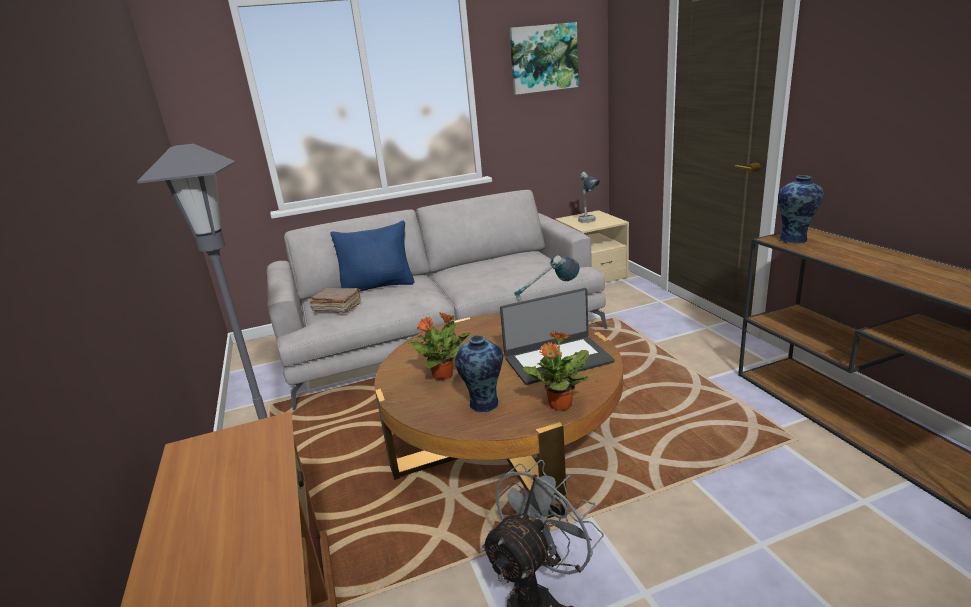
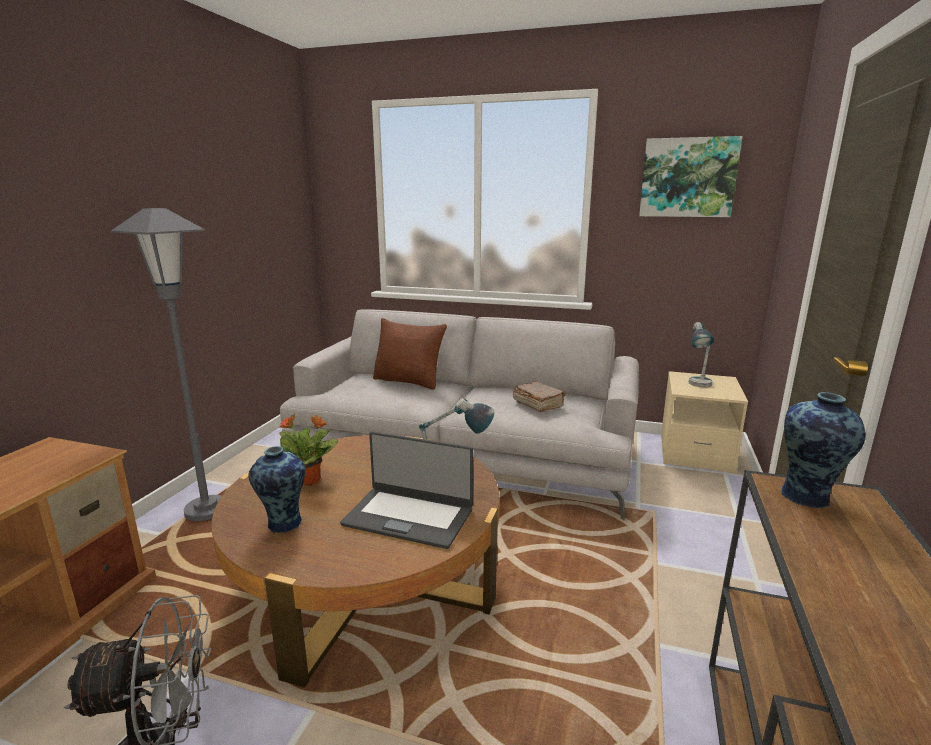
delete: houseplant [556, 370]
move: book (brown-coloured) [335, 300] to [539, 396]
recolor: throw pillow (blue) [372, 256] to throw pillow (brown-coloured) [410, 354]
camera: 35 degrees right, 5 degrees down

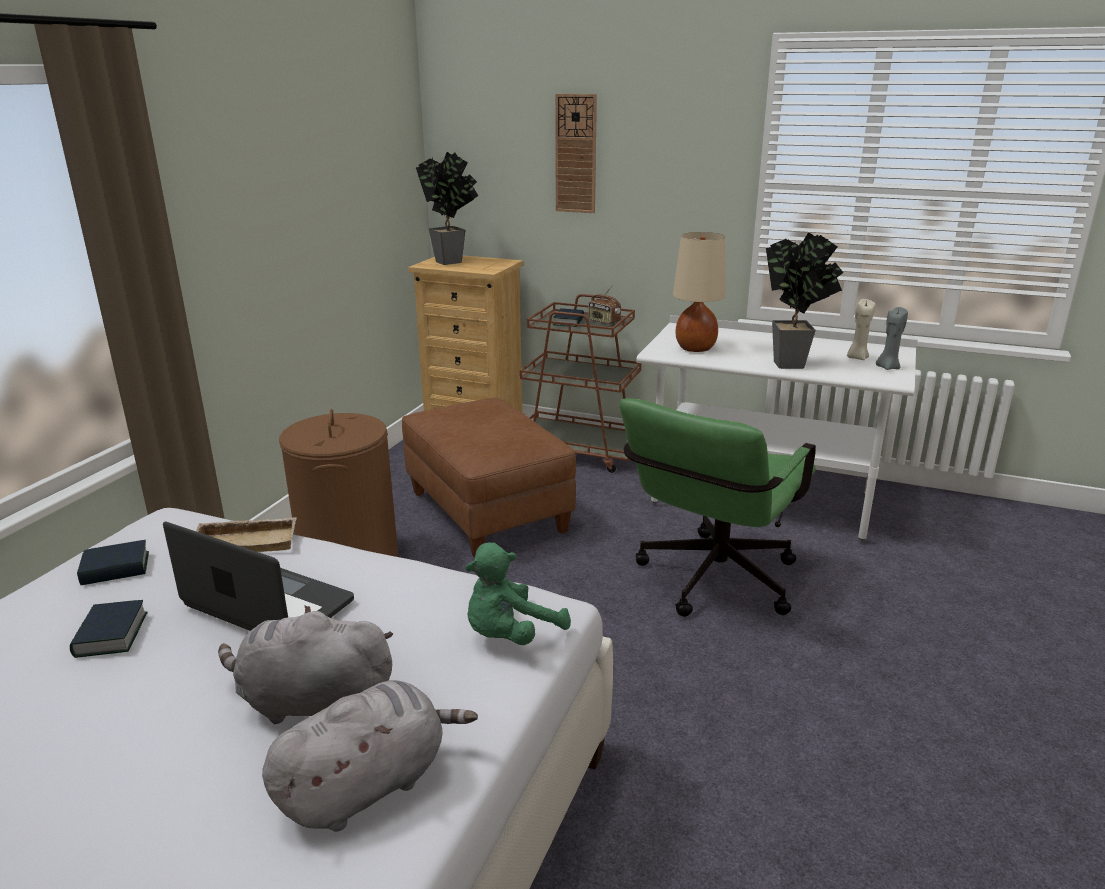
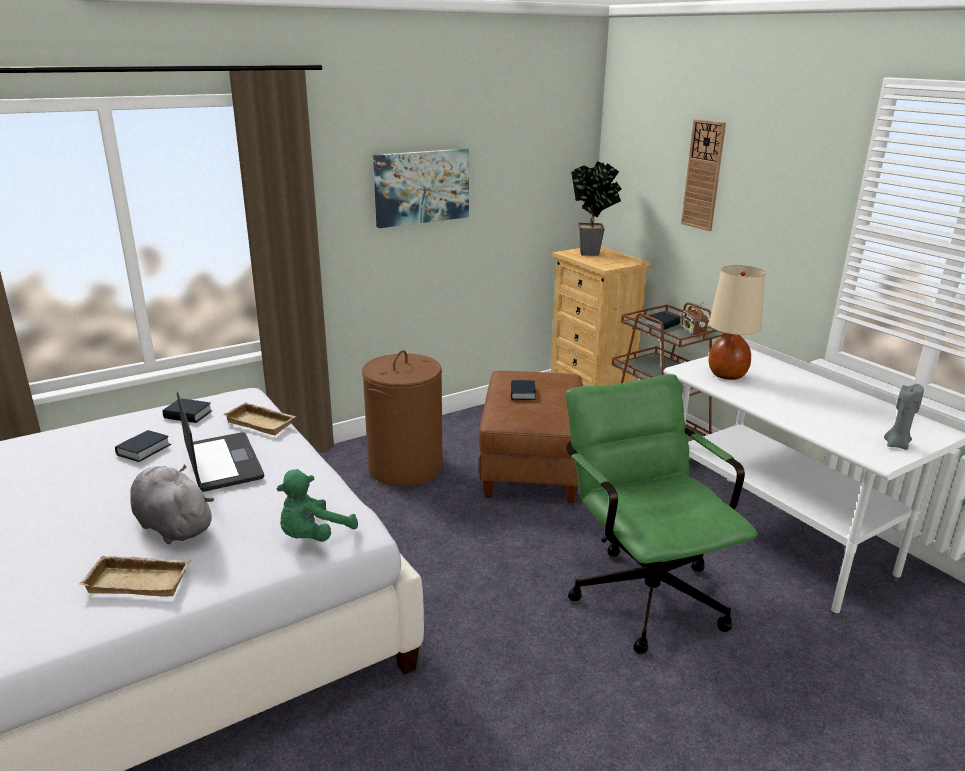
delete: houseplant [804, 300]; candle (beige) [861, 329]
insert: wall picture [421, 188]; book [523, 390]
replace: plush toy (greyish) [370, 755] to tray (beige) [135, 576]
rotate: desk chair (green) [717, 507] = [662, 514] 90 degrees clockwise; plush toy (green) [518, 594] = [317, 505] 45 degrees counterclockwise
camera: 35 degrees right, 0 degrees up

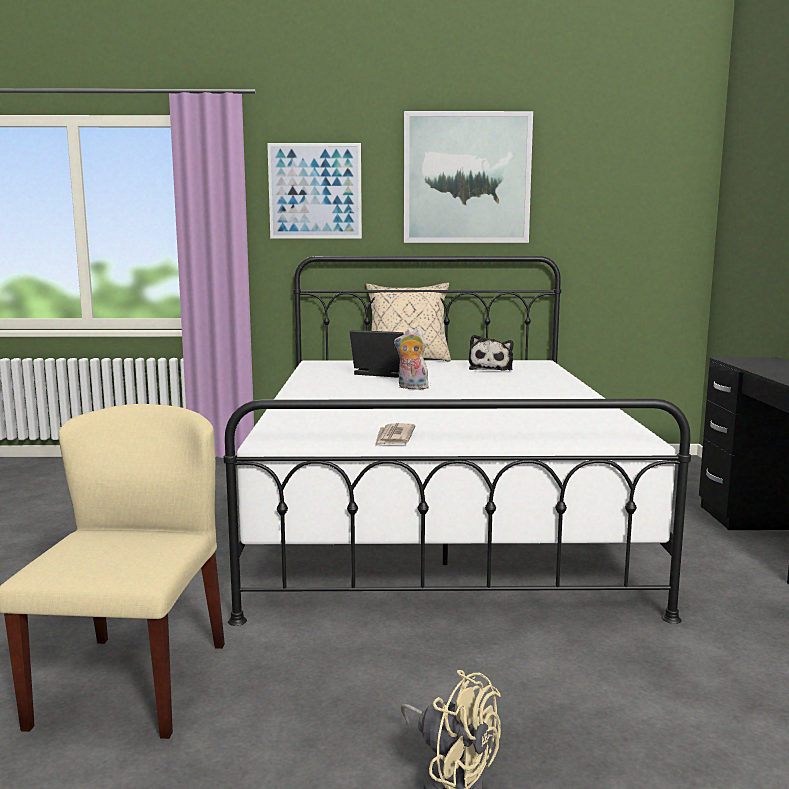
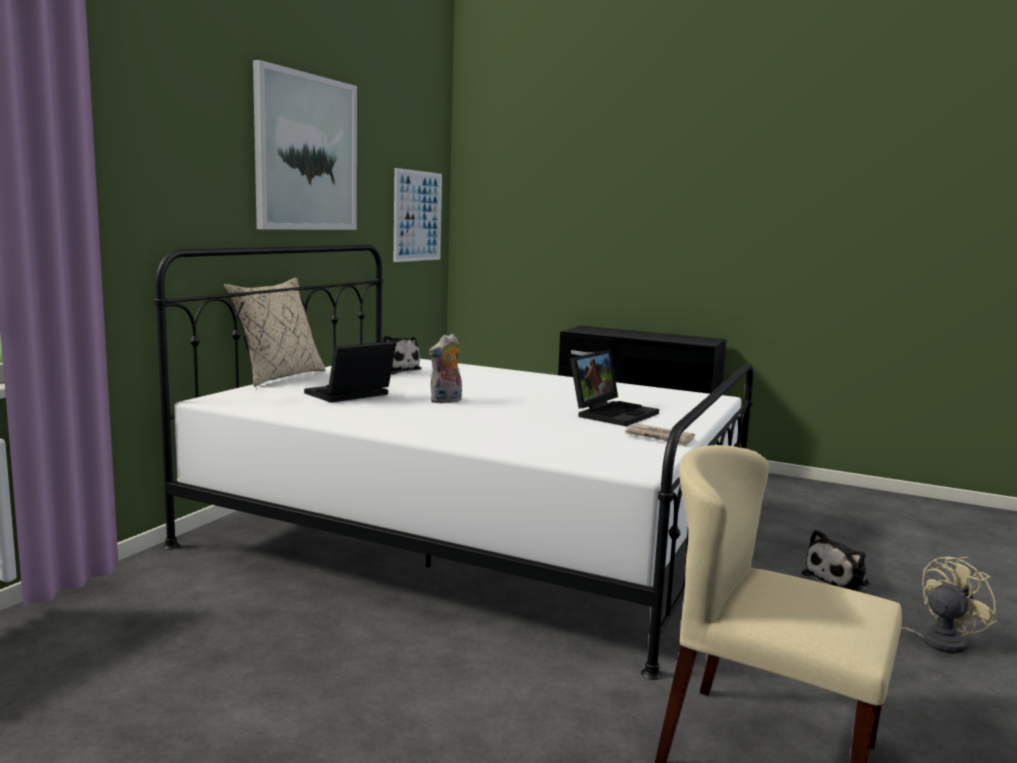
insert: portable computer [614, 388]; plush toy [836, 561]
move: wall picture [314, 190] to [418, 215]
camera: 65 degrees left, 0 degrees up

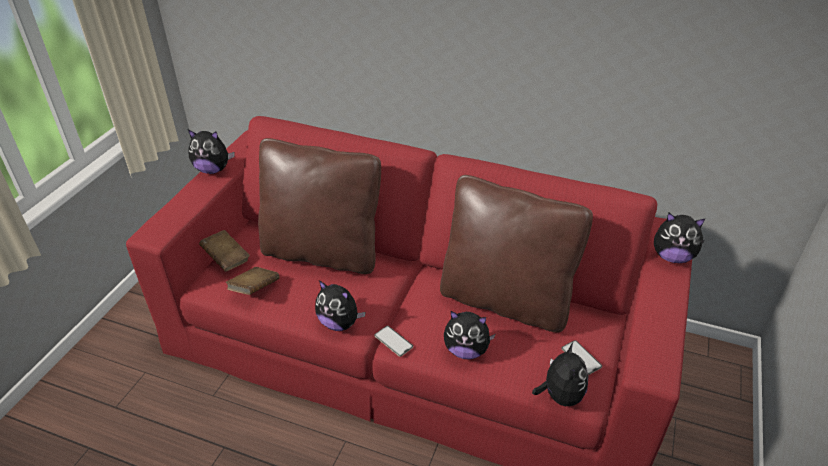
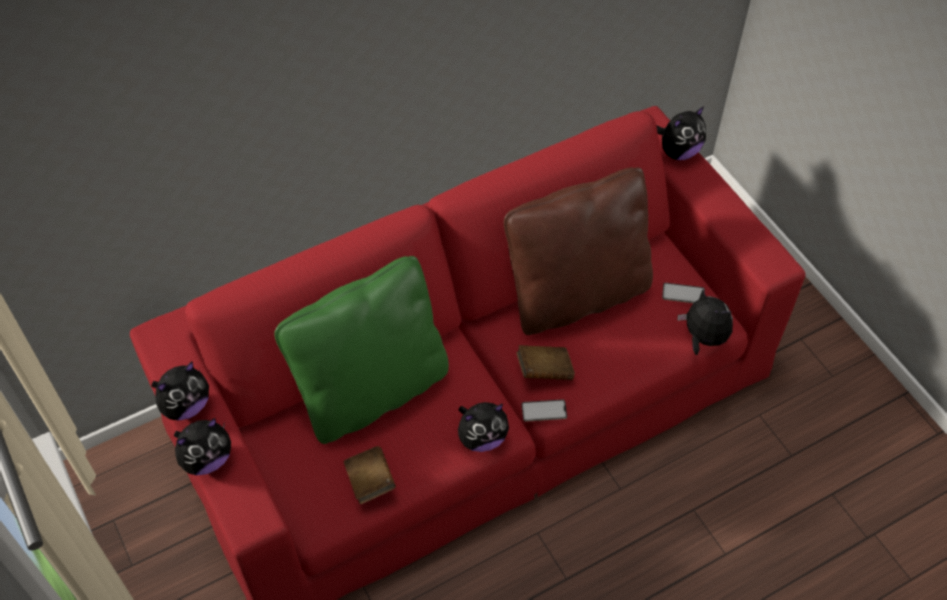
move: book (brown-coloured) [224, 251] to [545, 362]; plush toy [470, 335] to [202, 446]
recolor: throw pillow (brown-coloured) [319, 206] to throw pillow (green) [361, 350]
camera: 50 degrees left, 15 degrees up

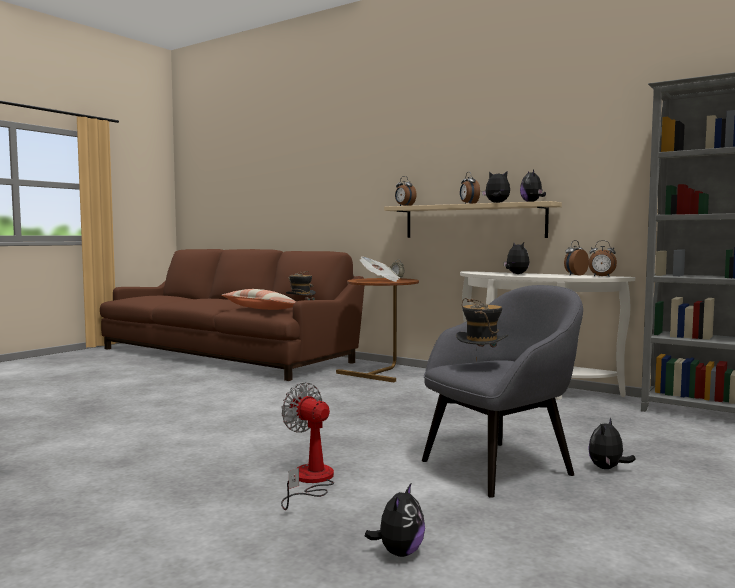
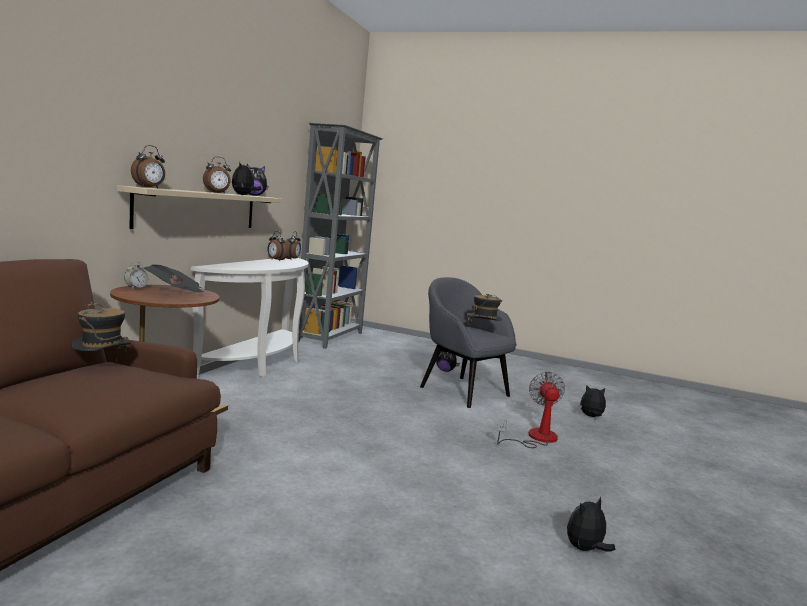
delete: throw pillow [259, 299]
move: plush toy [516, 258] to [591, 524]
rotate: electric fan [307, 446] = [531, 409] 150 degrees clockwise
camera: 105 degrees left, 5 degrees up

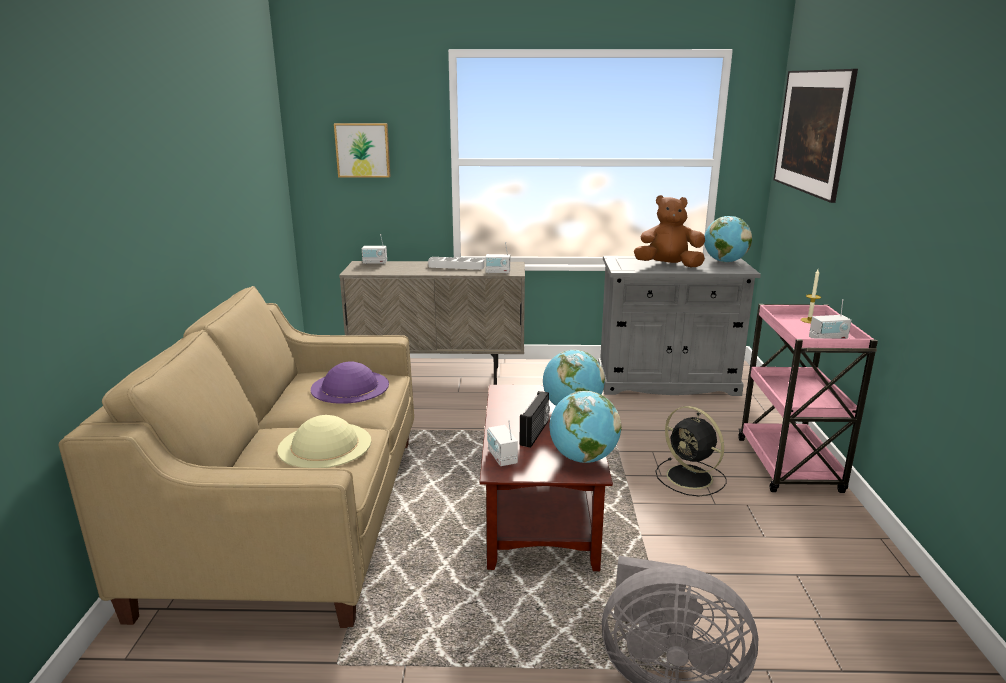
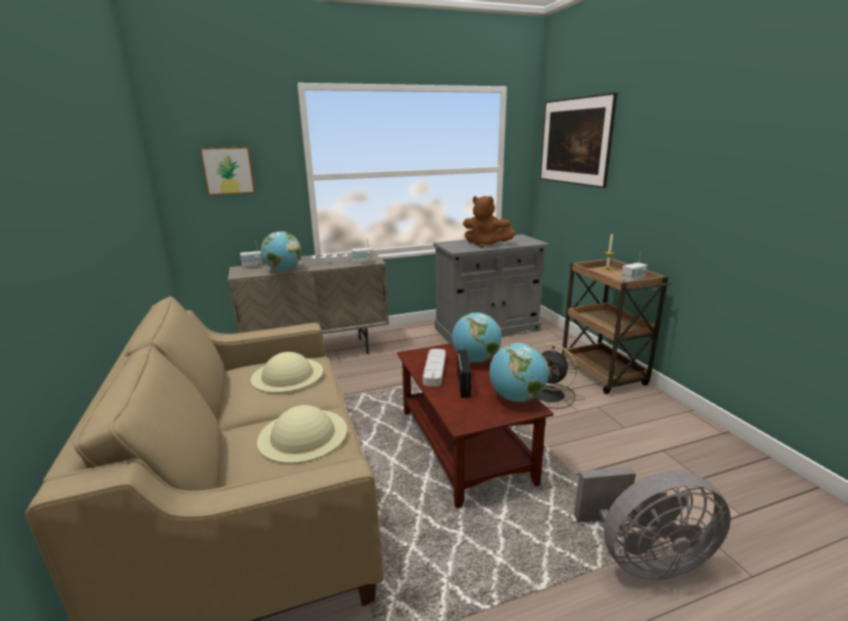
delete: radio [502, 443]
insert: tray (greyish) [434, 368]
move: globe [728, 239] to [281, 251]
recolor: trolley (pink) [808, 398] to trolley (brown-coloured) [617, 326]; clothing hat (purple-coloured) [350, 382] to clothing hat (beige) [287, 372]
rotate: plush toy (brown-coloured) [669, 231] = [489, 222] 135 degrees counterclockwise
camera: 20 degrees left, 0 degrees up

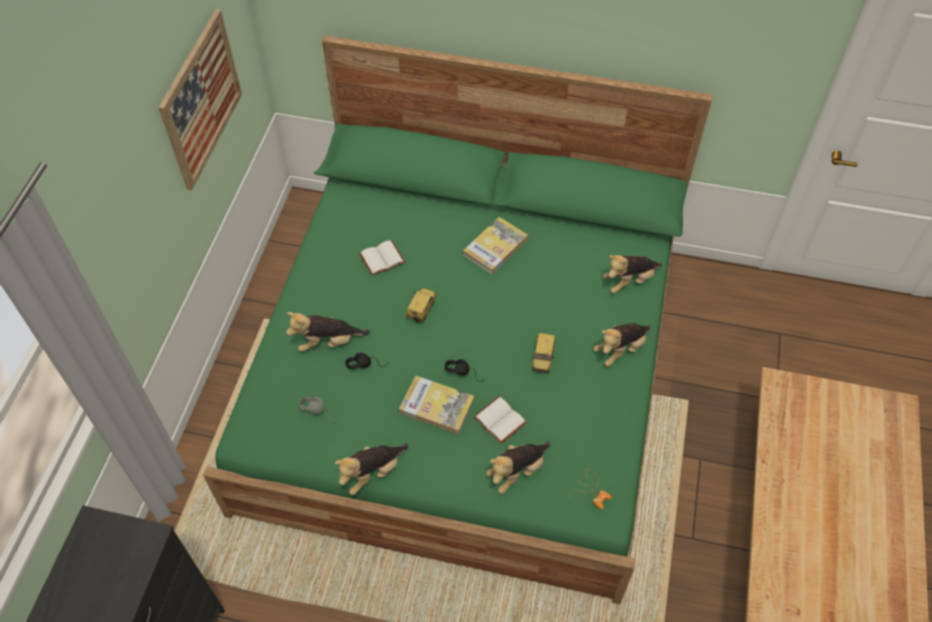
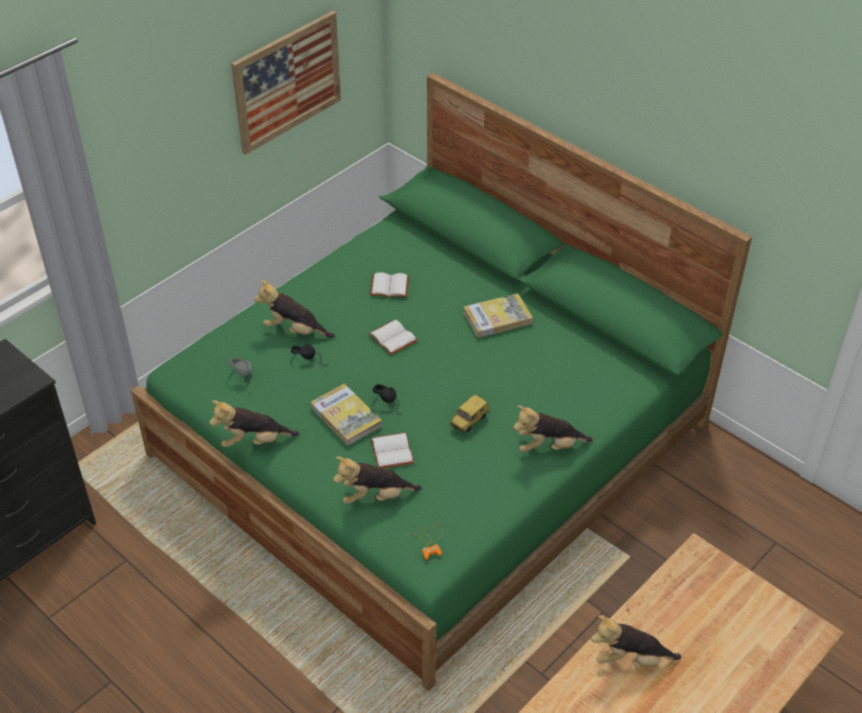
move: plush toy [632, 274] to [636, 641]
replace: miniature car [421, 305] to book (white-coloured) [393, 337]
camera: 30 degrees right, 10 degrees down

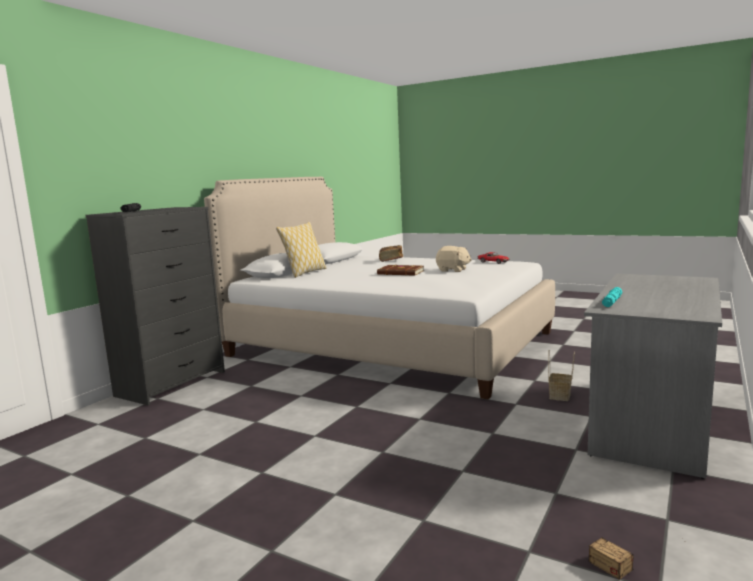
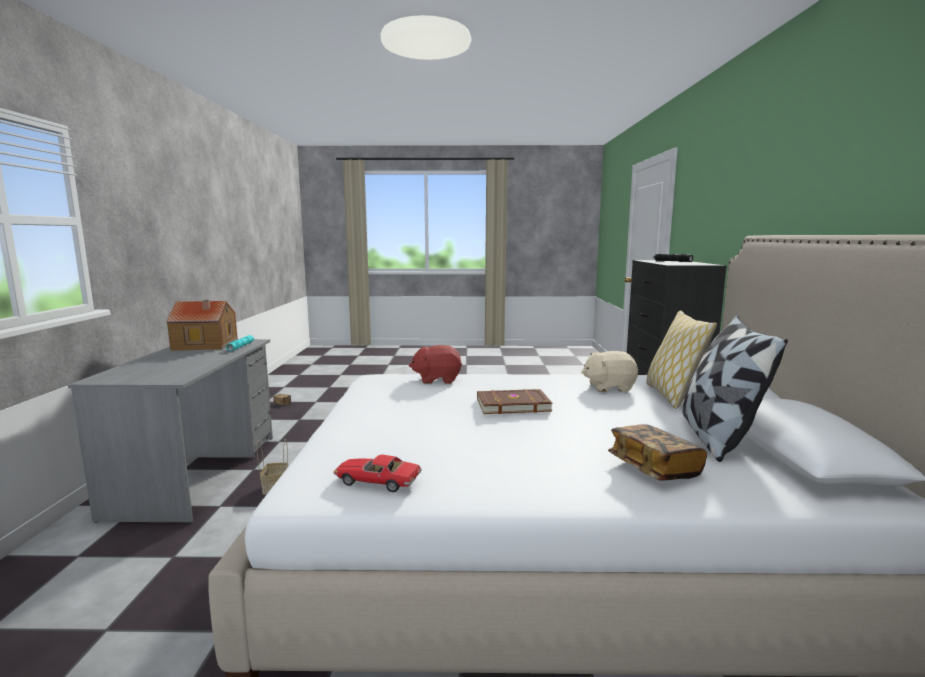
insert: toy house [202, 325]; throw pillow [735, 388]; plush toy (red-coloured) [435, 364]
move: plush toy (beige) [454, 259] to [609, 371]
camera: 150 degrees right, 0 degrees up

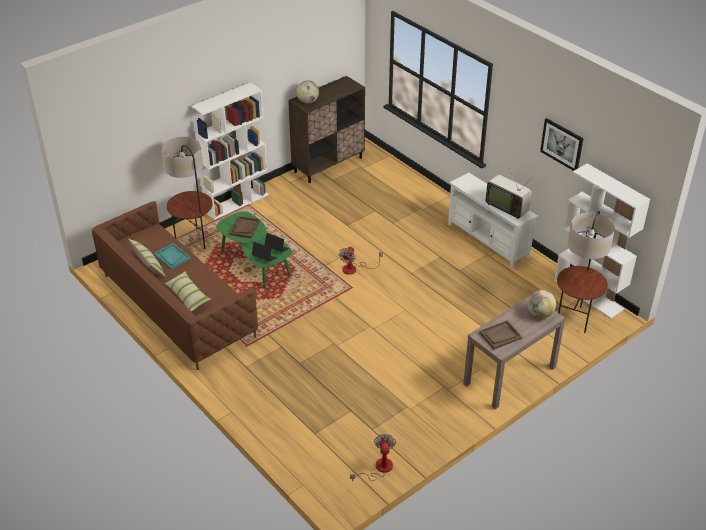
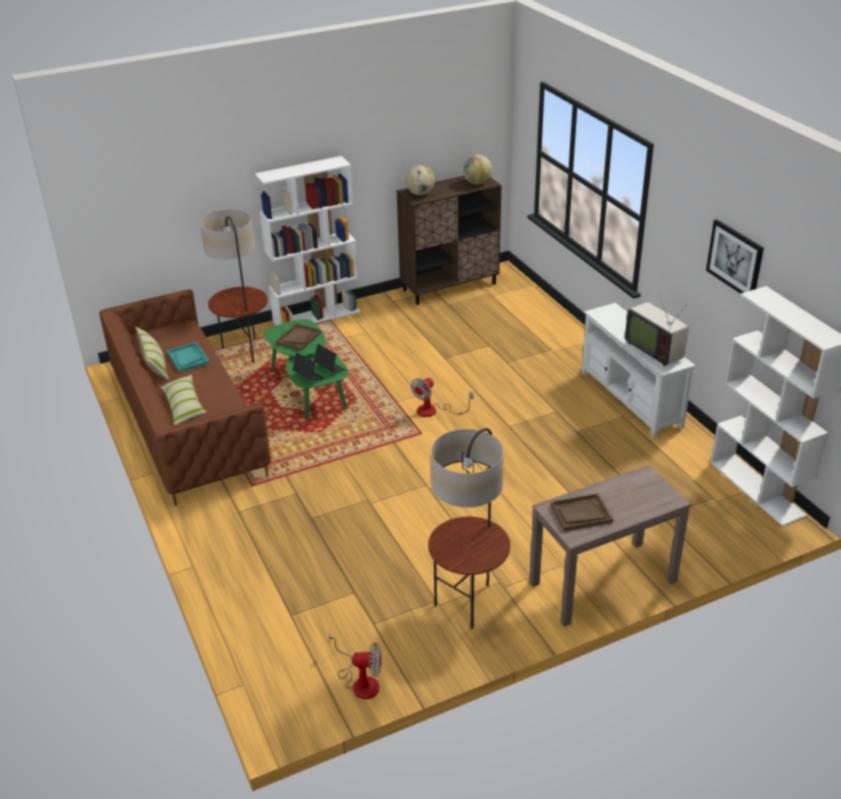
move: floor lamp [586, 272] to [469, 528]; globe [542, 304] to [477, 169]
rotate: electric fan [373, 457] = [355, 665] 75 degrees clockwise
camera: 15 degrees right, 5 degrees down

